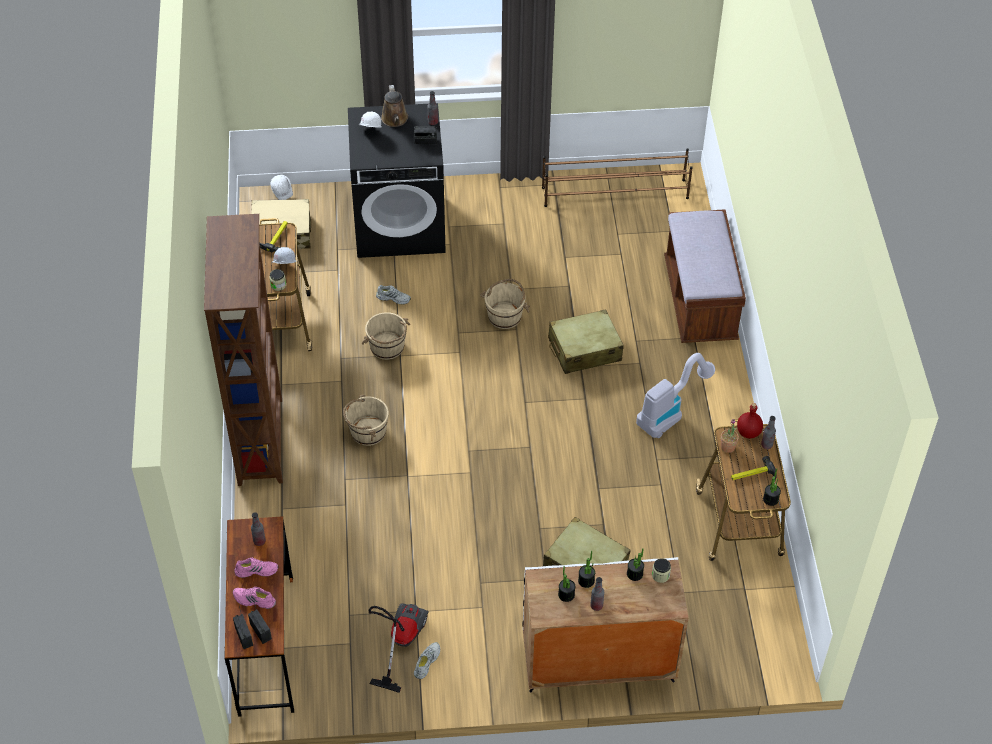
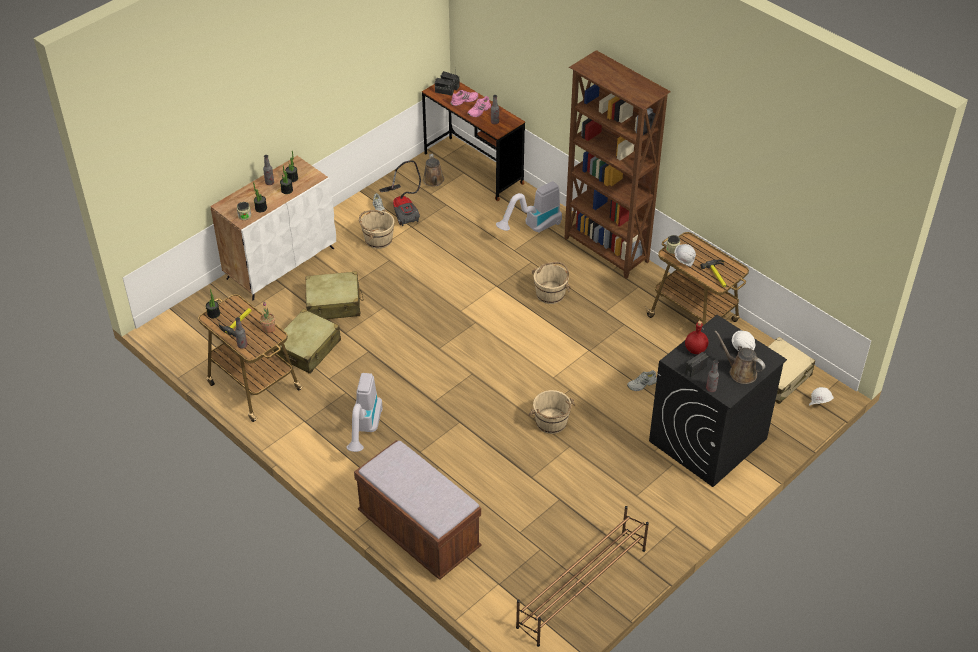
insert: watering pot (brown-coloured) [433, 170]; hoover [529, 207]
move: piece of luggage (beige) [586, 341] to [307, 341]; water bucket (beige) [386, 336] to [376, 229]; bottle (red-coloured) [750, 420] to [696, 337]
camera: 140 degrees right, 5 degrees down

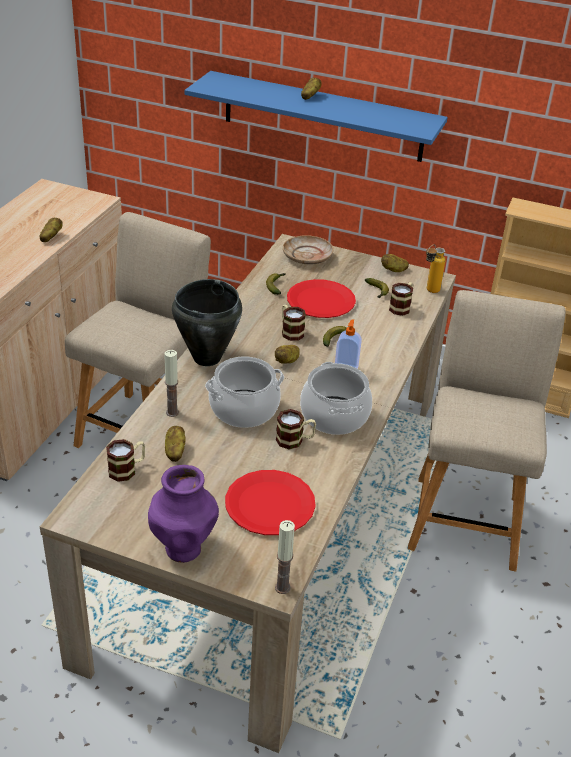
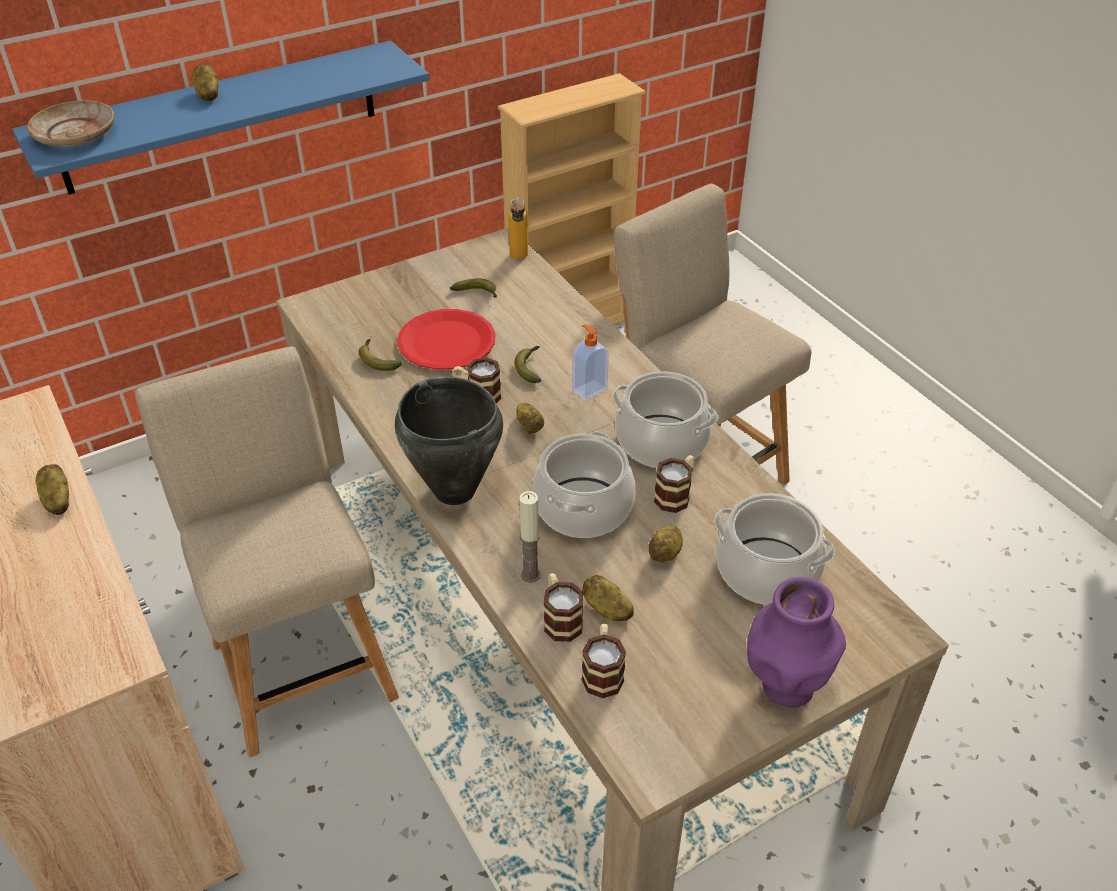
delete: candle [285, 557]
move: flat dish (beige) [308, 250] to [71, 123]; potato [395, 263] to [665, 543]; tea mug [401, 299] to [563, 607]
replace: flat dish (red-coloured) [270, 502] to cooking pot [775, 549]
camera: 50 degrees left, 5 degrees up

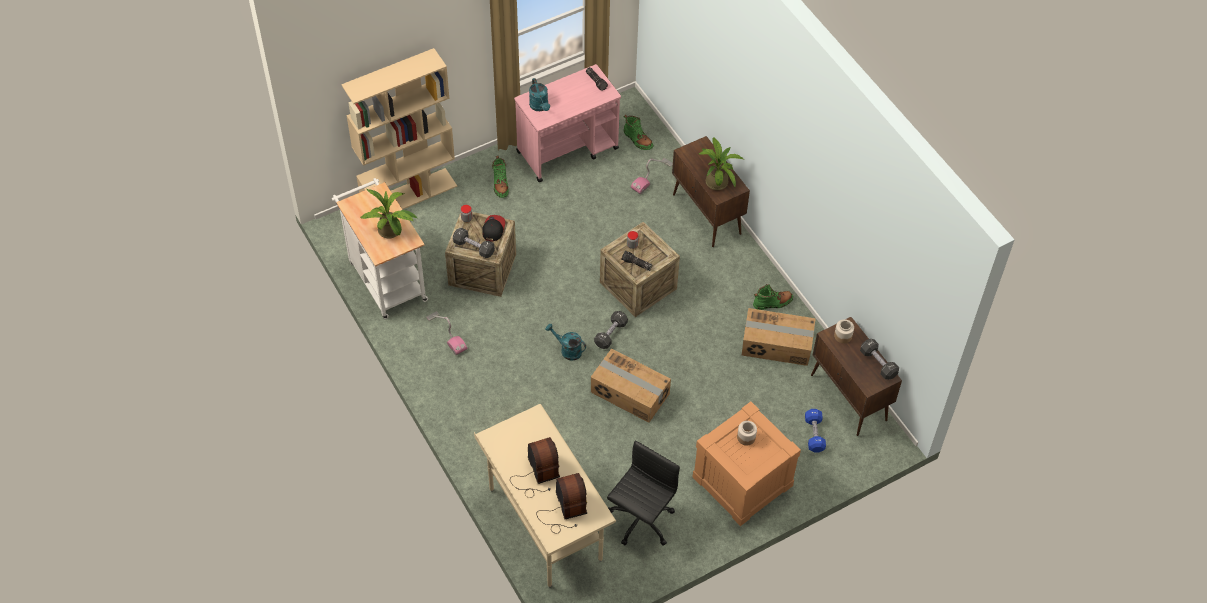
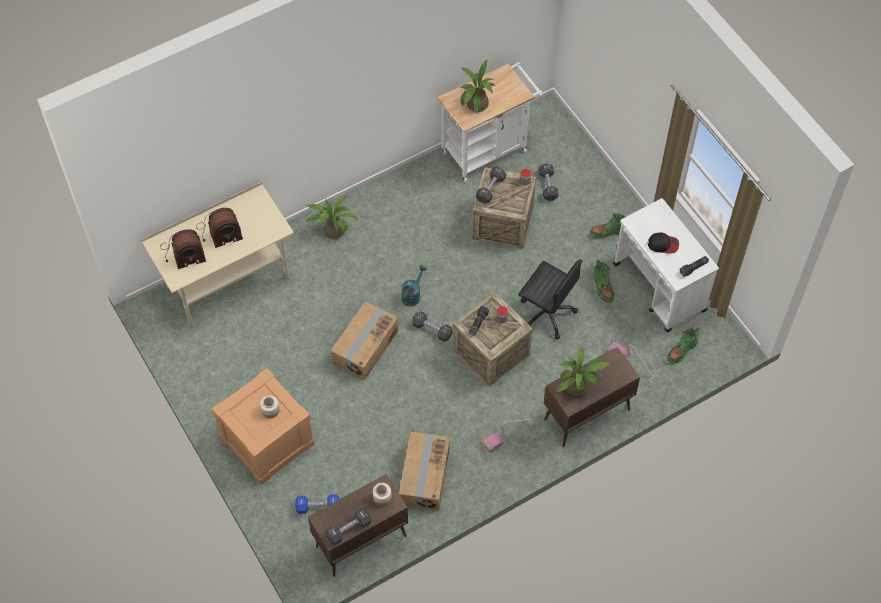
delete: shelving unit (beige) [399, 129]; watering pot (turquoise) [539, 94]
insert: dumbbell (blackish) [549, 182]; houseplant [332, 218]
move: cap [493, 228] to [663, 242]; high-top boot (green) [773, 297] to [603, 281]; hoover [447, 333] to [508, 433]; desk chair (blackish) [643, 493] to [551, 300]
recolor: trolley (pink) [567, 123] to trolley (white-coloured) [666, 265]
camera: 90 degrees right, 5 degrees up

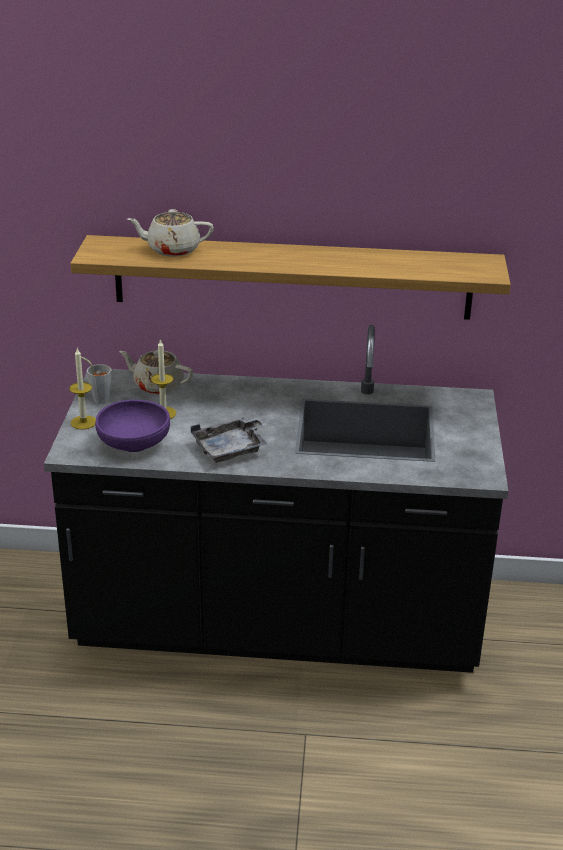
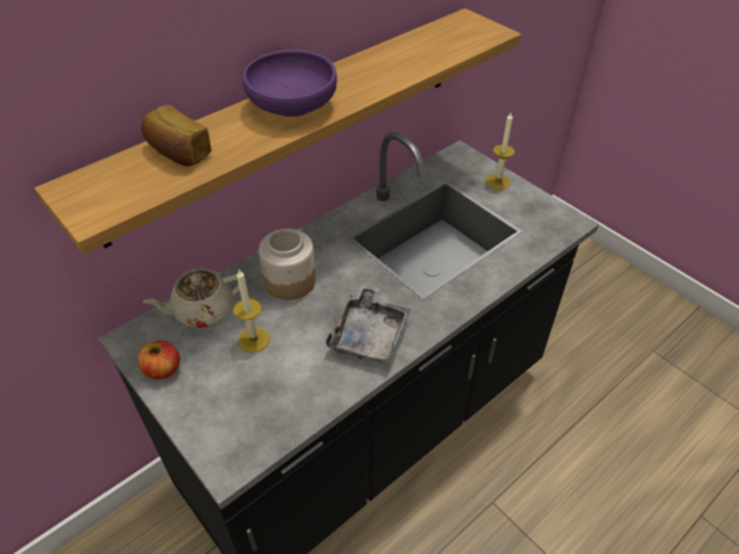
insert: storage jar [287, 264]
move: candle [82, 389] to [500, 151]; serving bowl (purple-coloured) [132, 425] to [290, 83]
replace: teapot (beige) [170, 233] to bread [176, 135]; small cup (greyish) [96, 380] to whole apple [159, 360]
camera: 45 degrees left, 15 degrees up

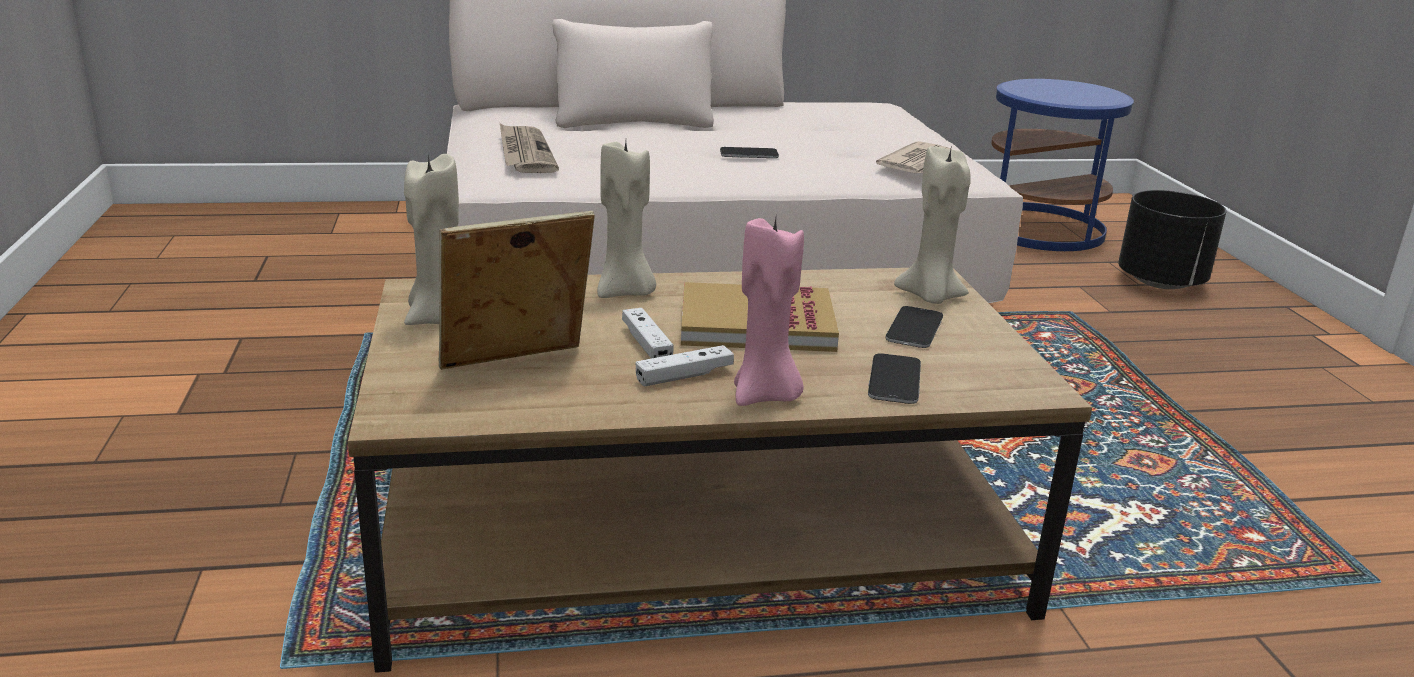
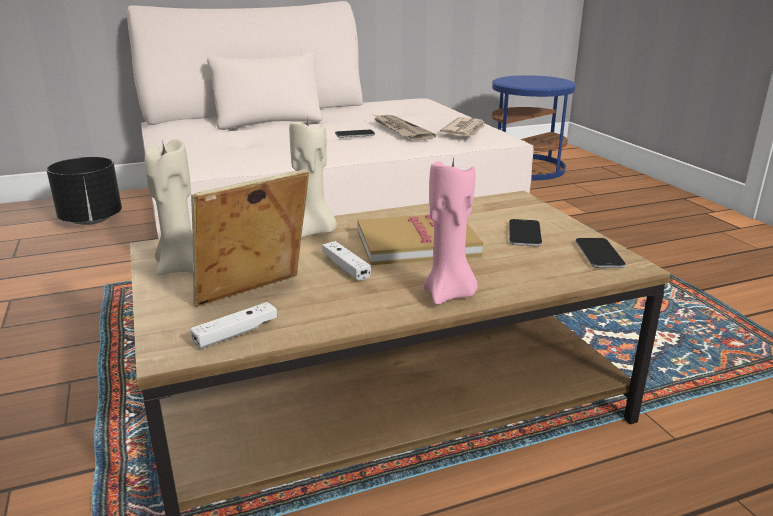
delete: candle (beige) [932, 224]
move: daily paper [529, 148] to [405, 127]; plant pot (blackish) [1172, 239] to [84, 191]; joypad (white-coloured) [685, 365] to [233, 325]; telephone [894, 378] to [601, 253]
camera: 10 degrees left, 0 degrees up

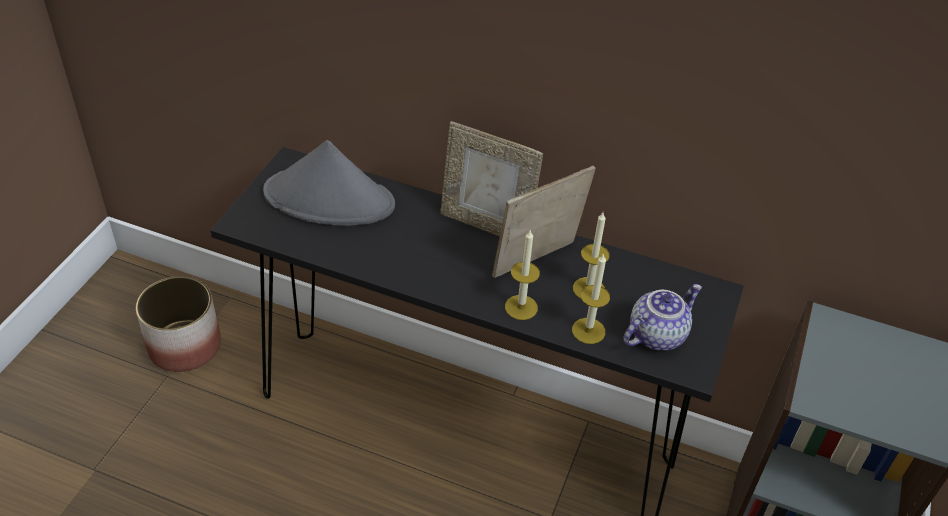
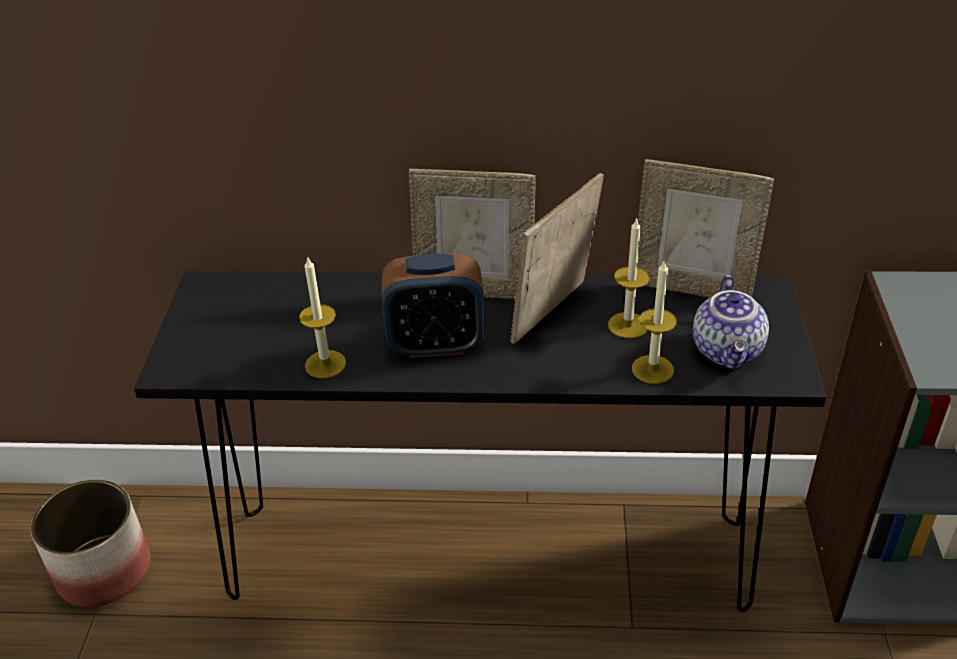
delete: clothing hat (greyish) [329, 183]
insert: picture frame [705, 228]; alarm clock [433, 305]
move: candle [522, 274] to [322, 317]
rotate: teapot [663, 317] = [731, 322] 150 degrees clockwise
camera: 15 degrees left, 5 degrees down

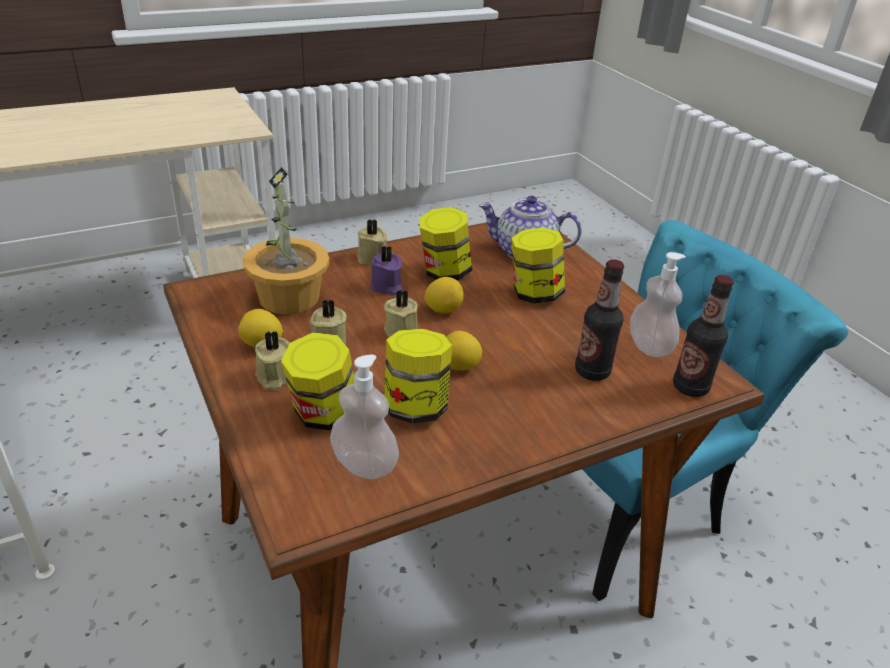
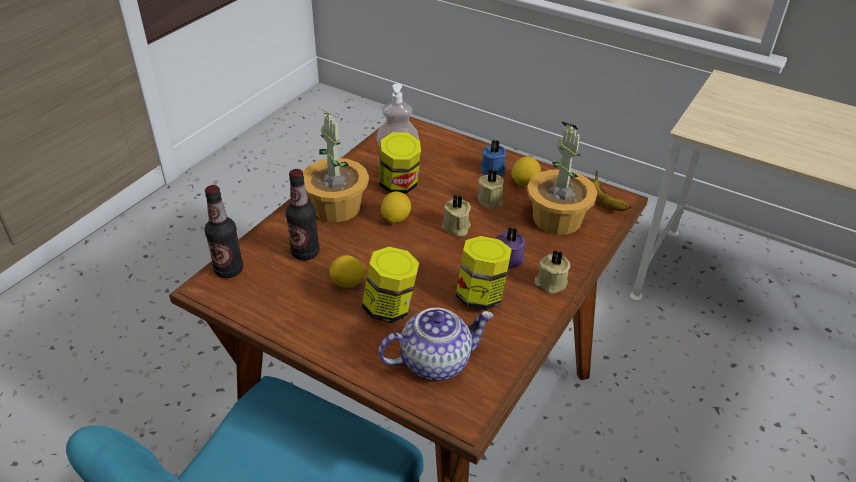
delete: soap bottle [658, 304]; storage jar [317, 381]
insert: houseplant [336, 167]; banana [611, 190]
move: citrus fruit [444, 295] to [347, 271]
recolor: candle (beige) [272, 360] to candle (blue) [493, 158]
camera: 150 degrees right, 5 degrees up

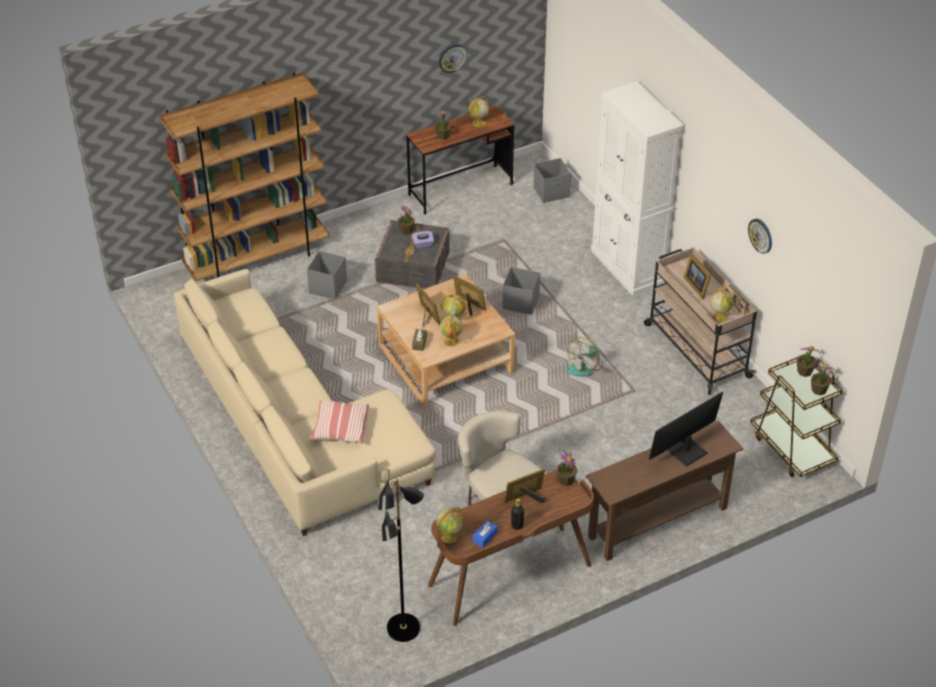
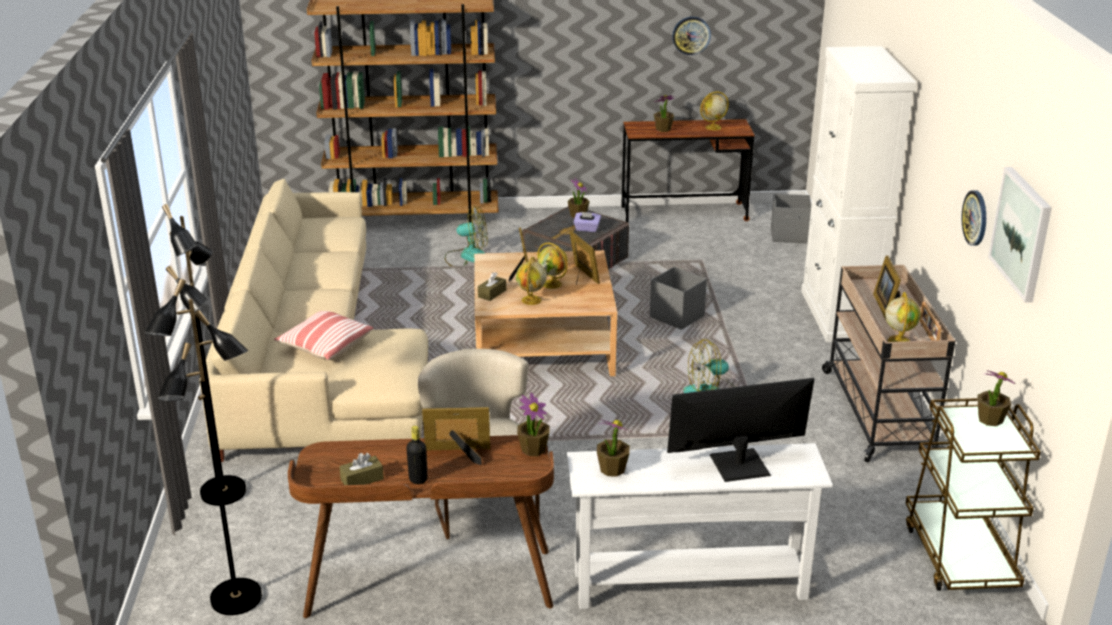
delete: globe [450, 525]
insert: wall picture [1020, 235]; floor lamp (blackish) [204, 355]
move: houseplant [822, 379] to [613, 448]
replace: storage container (greyish) [327, 275] to electric fan [466, 236]
recolor: console table (brown-coloured) [665, 491] to console table (white-coloured) [700, 526]; box of tissues (blue) [485, 534] to box of tissues (brown-coloured) [361, 469]
camera: 25 degrees right, 15 degrees down

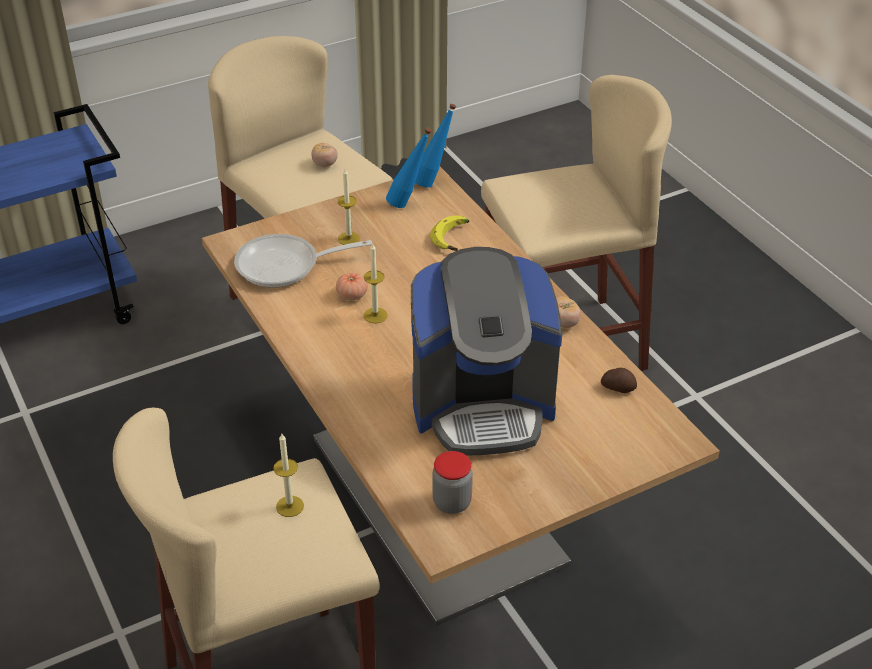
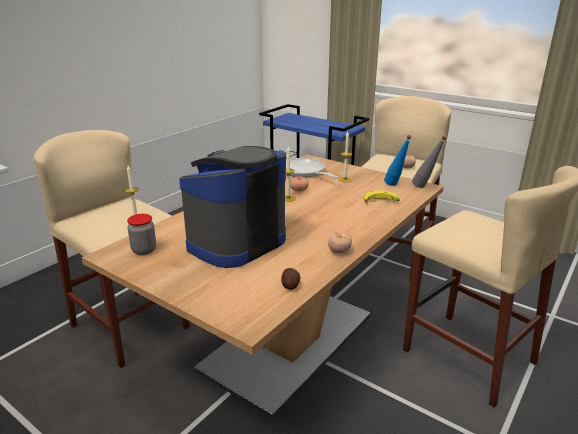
recolor: bottle (blue) [435, 146] to bottle (greyish) [429, 162]
rotate: coffee maker [486, 351] = [232, 207] 75 degrees clockwise
camera: 65 degrees right, 15 degrees down

